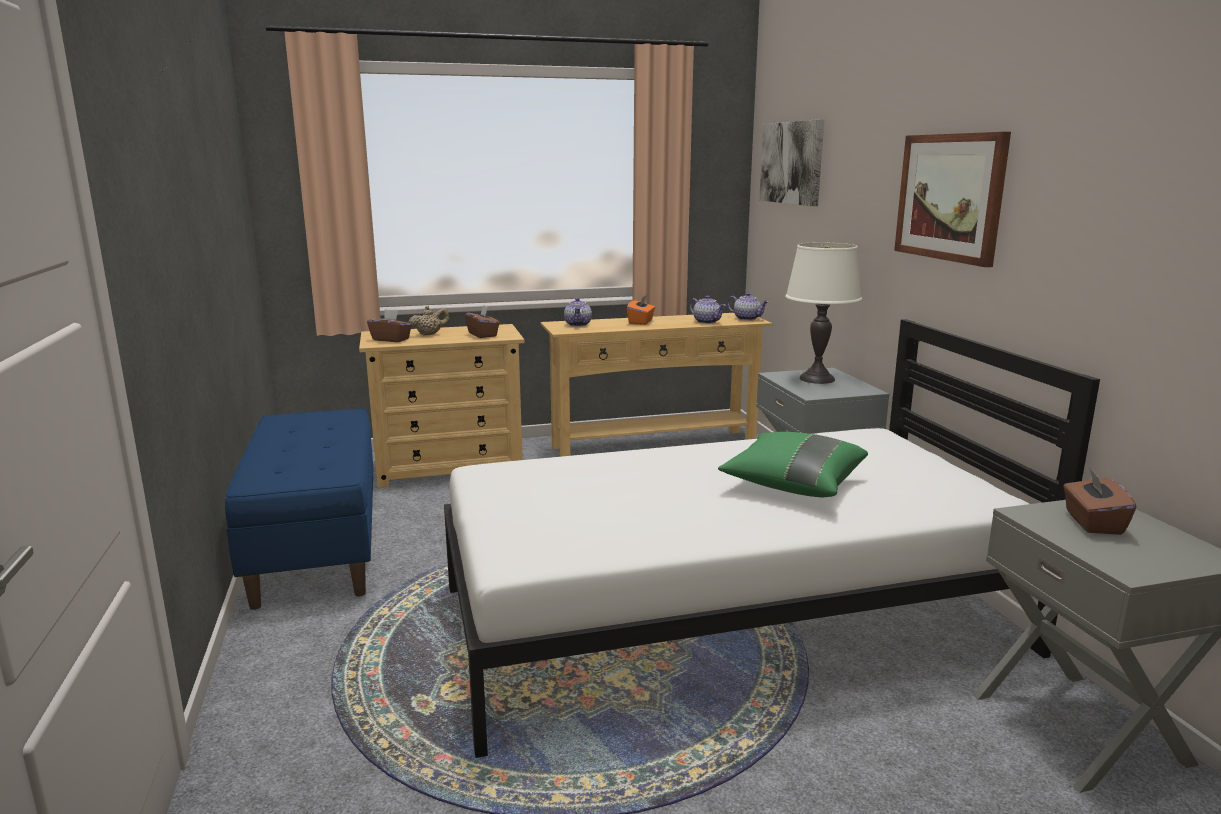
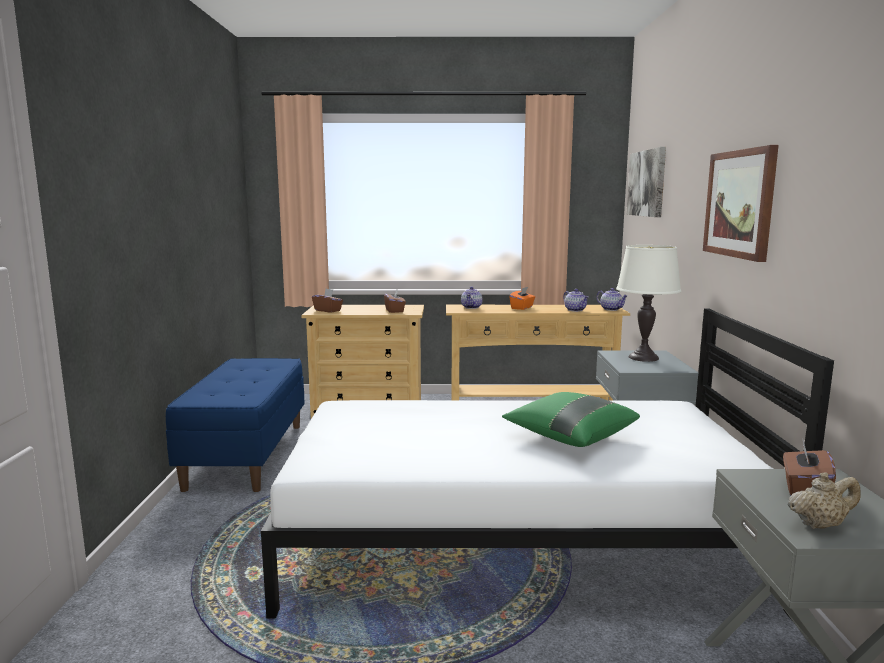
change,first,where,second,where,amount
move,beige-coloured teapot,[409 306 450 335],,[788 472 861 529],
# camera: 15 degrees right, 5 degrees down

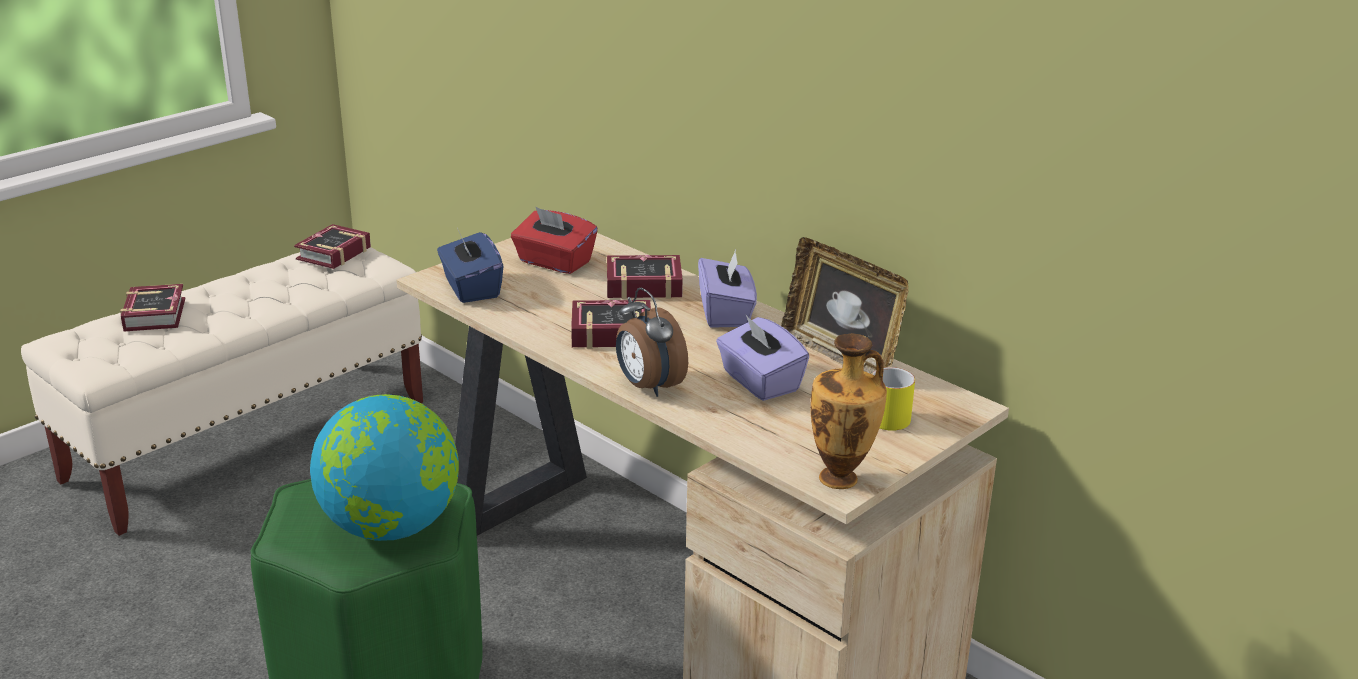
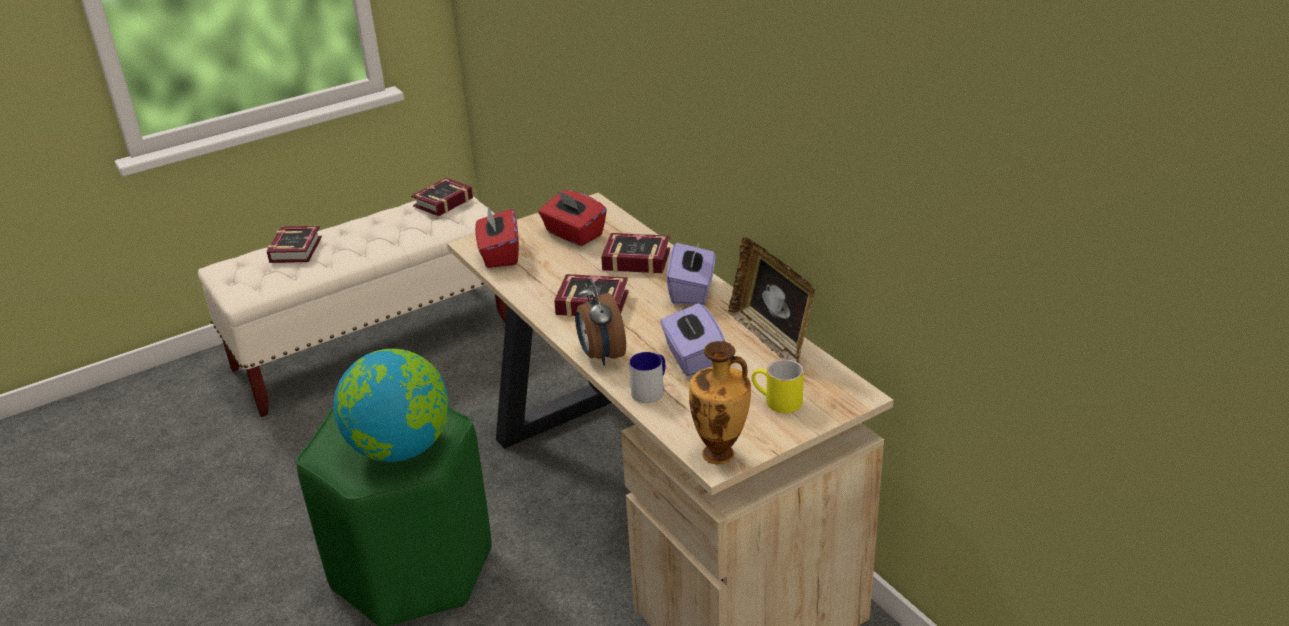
change,first,where,second,where,amount
recolor,blue tissue box,[437 228 503 303],red-coloured tissue box,[475 207 519 268],
insert,,,coffee mug,[629 352 665 403],
# camera: 15 degrees right, 5 degrees up

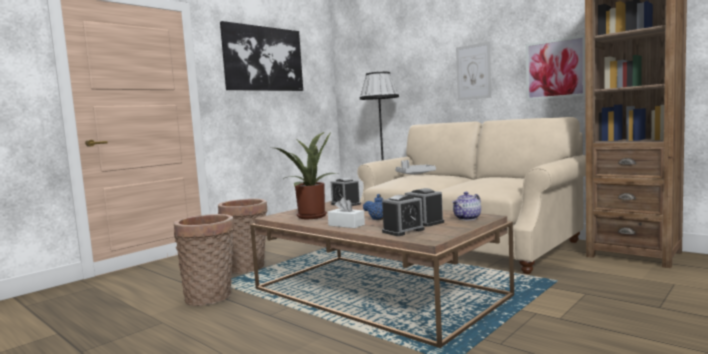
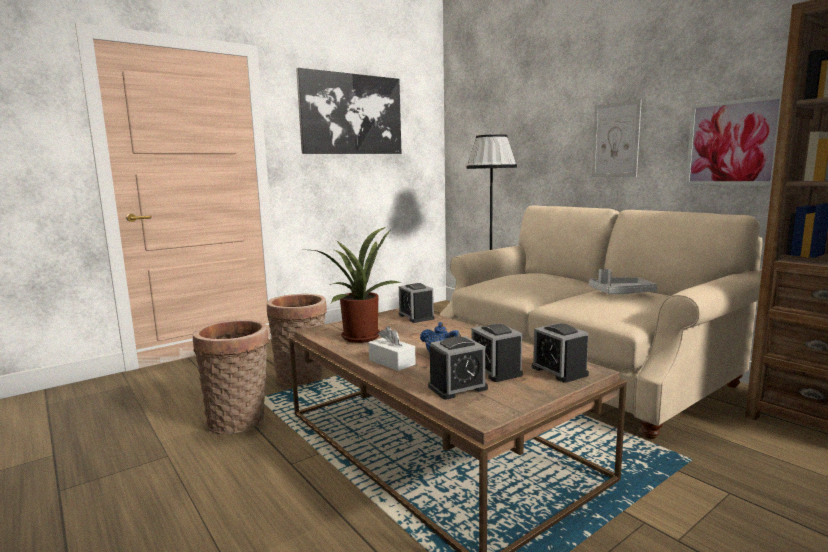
change,first,where,second,where,amount
move,gray tray,[395 160 436 174],,[589 269 657 294],
replace,teapot,[452 192 481 220],bedside clock,[532 323 589 383],
# camera: 10 degrees right, 5 degrees up

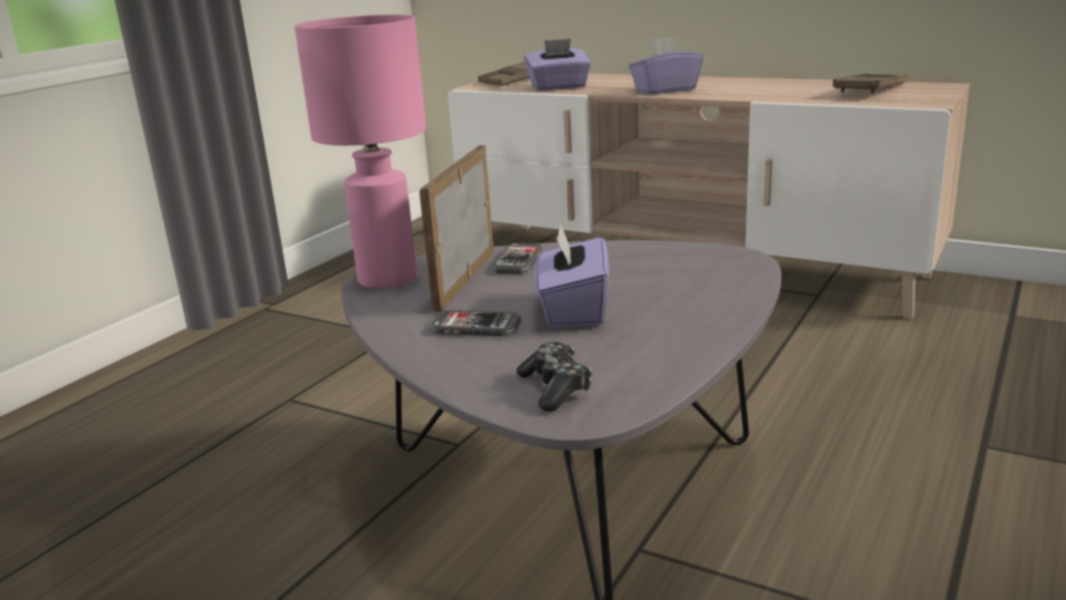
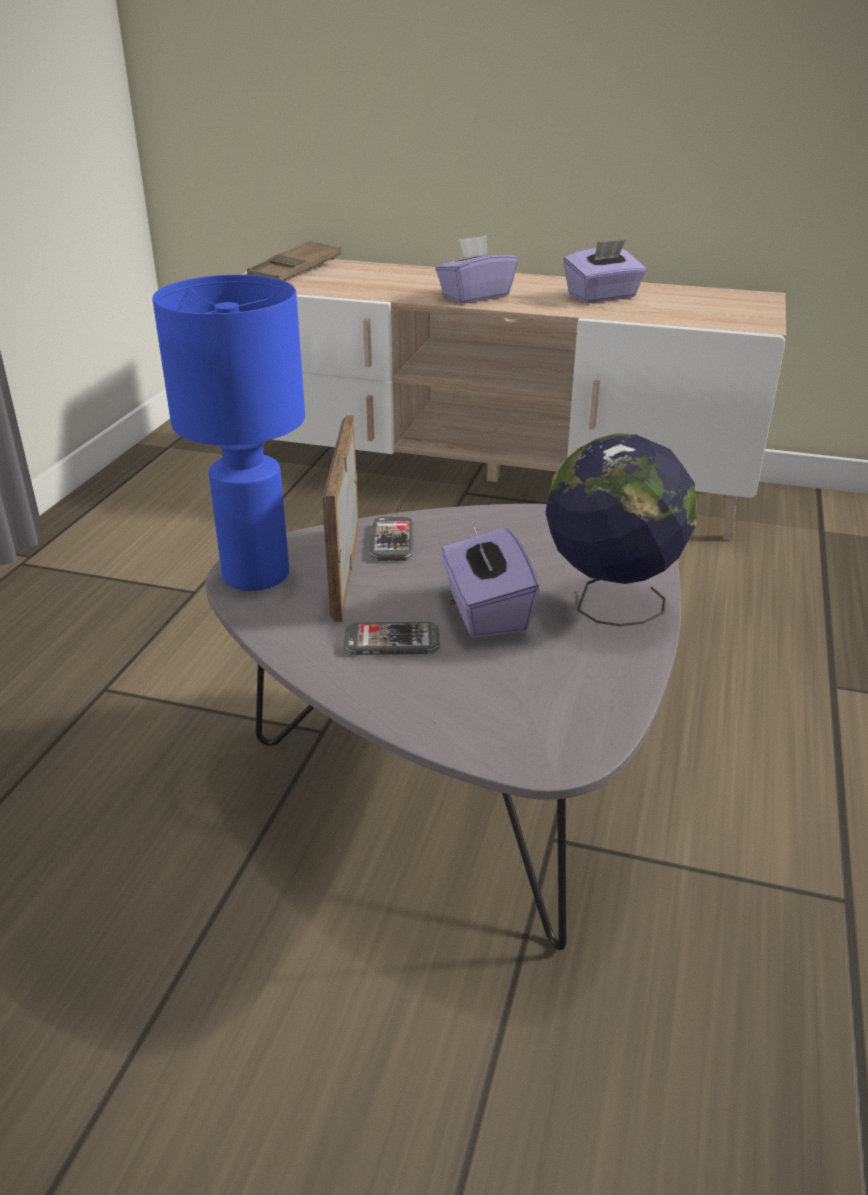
change,first,where,second,where,amount
recolor,pinkish lamp for a table,[294 15 426 289],blue lamp for a table,[152 275 305 591],
move,purple-coloured tissue box,[524 39 591 91],,[564 240 646 303],
delete,brownish tray,[833 73 907 94],,,
delete,joypad,[517 342 592 412],,,
insert,,,desk globe,[546 433 697 626],
# camera: 15 degrees left, 10 degrees up

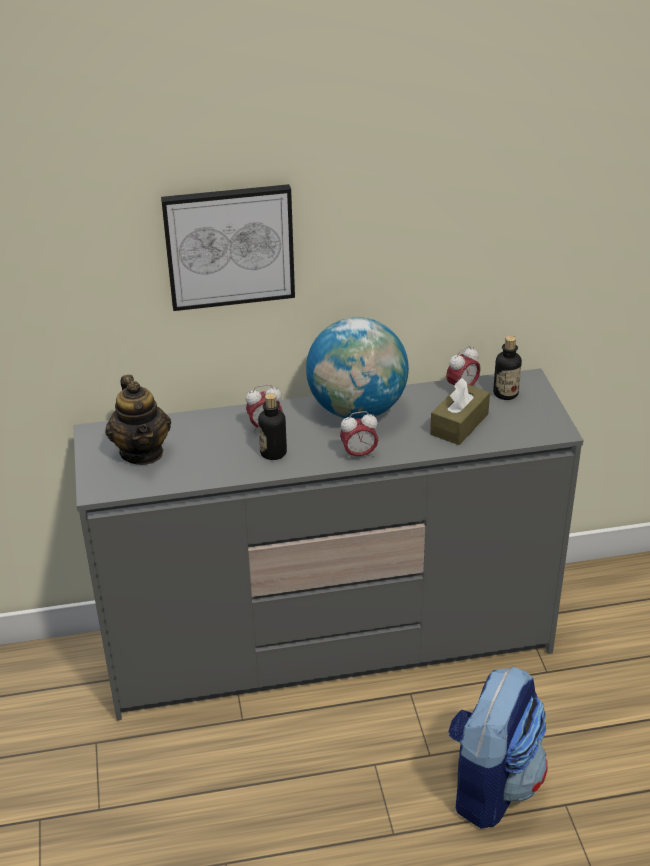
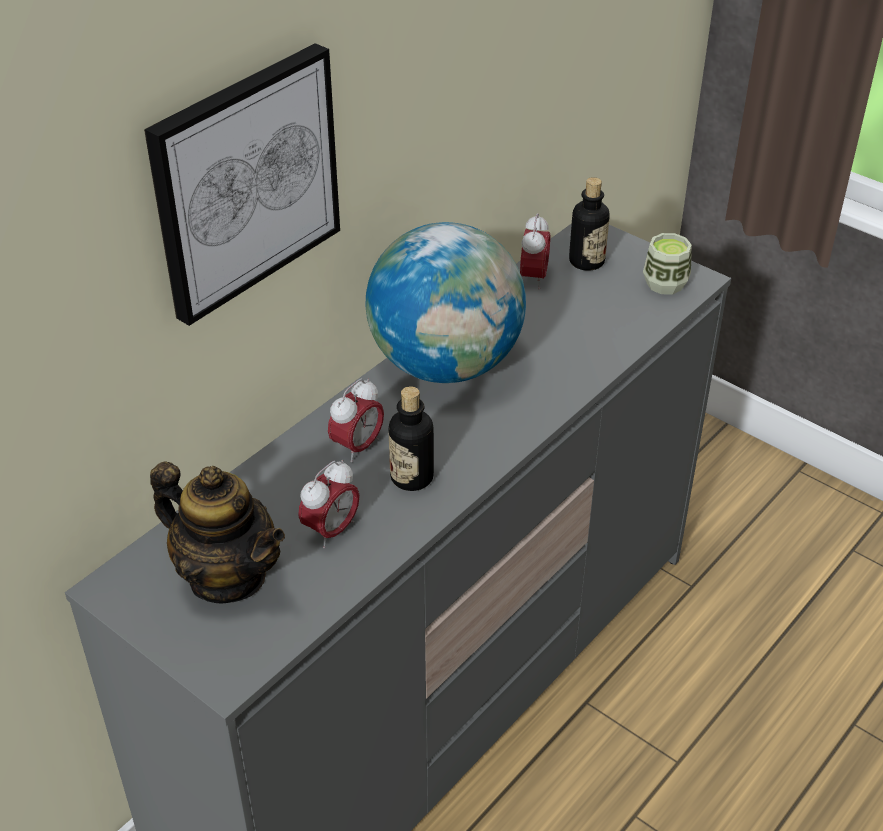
change,first,where,second,where,amount
delete,brownish tissue box,[430 378 490 445],,,
move,bedside clock,[340 411 378 460],,[298 460 360 548],
delete,rucksack,[448 666 548 829],,,
insert,,,small cup,[643 233 692 295],
# camera: 40 degrees left, 5 degrees up

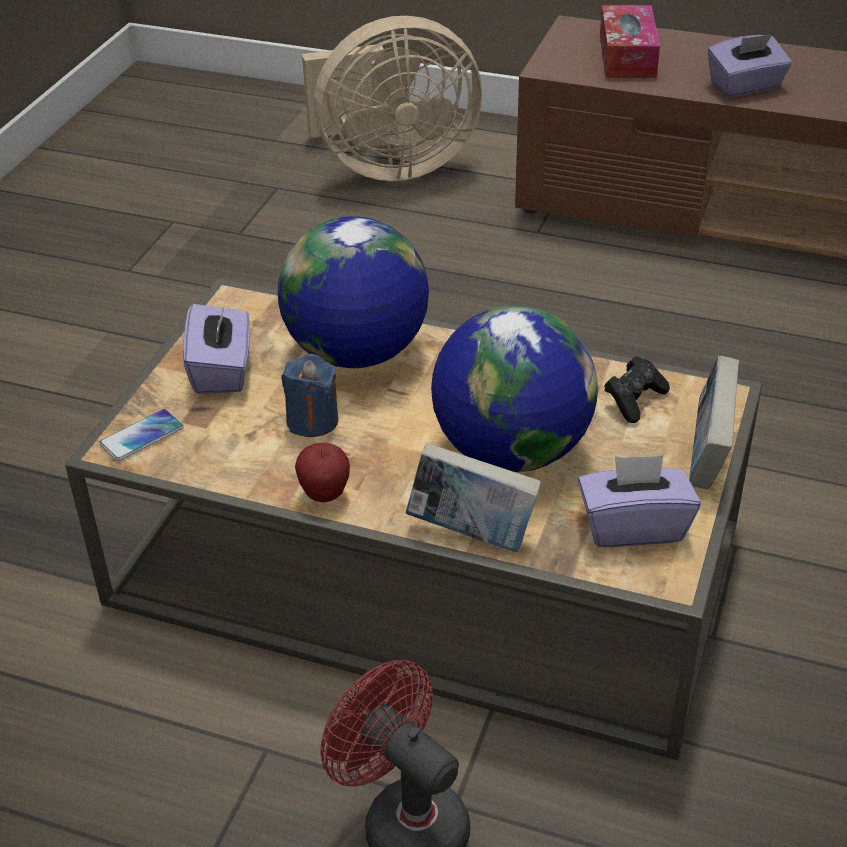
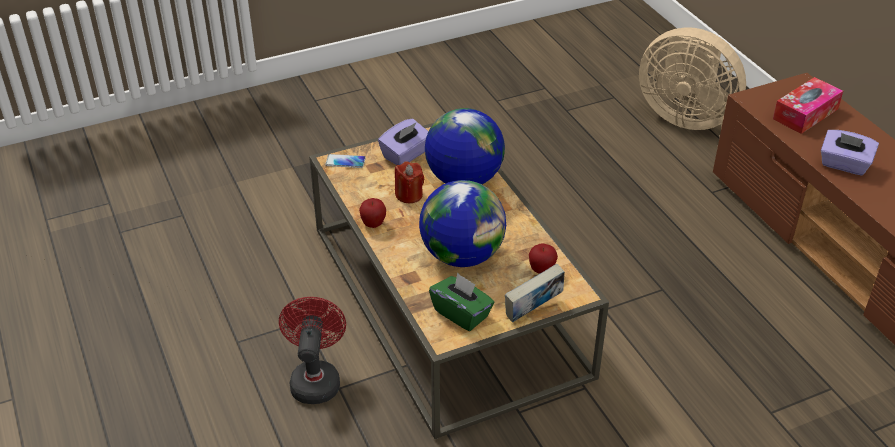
change,first,where,second,where,amount
recolor,blue wax candle,[281 354 338 437],red-coloured wax candle,[395 161 424 203],
replace,blackish joypad,[604 356 670 423],apple,[529 244 558 274],
delete,book,[406 443 541 553],,,
recolor,purple-coloured tissue box,[578 455 701 547],green-coloured tissue box,[429 272 494 331],
# camera: 45 degrees right, 0 degrees up

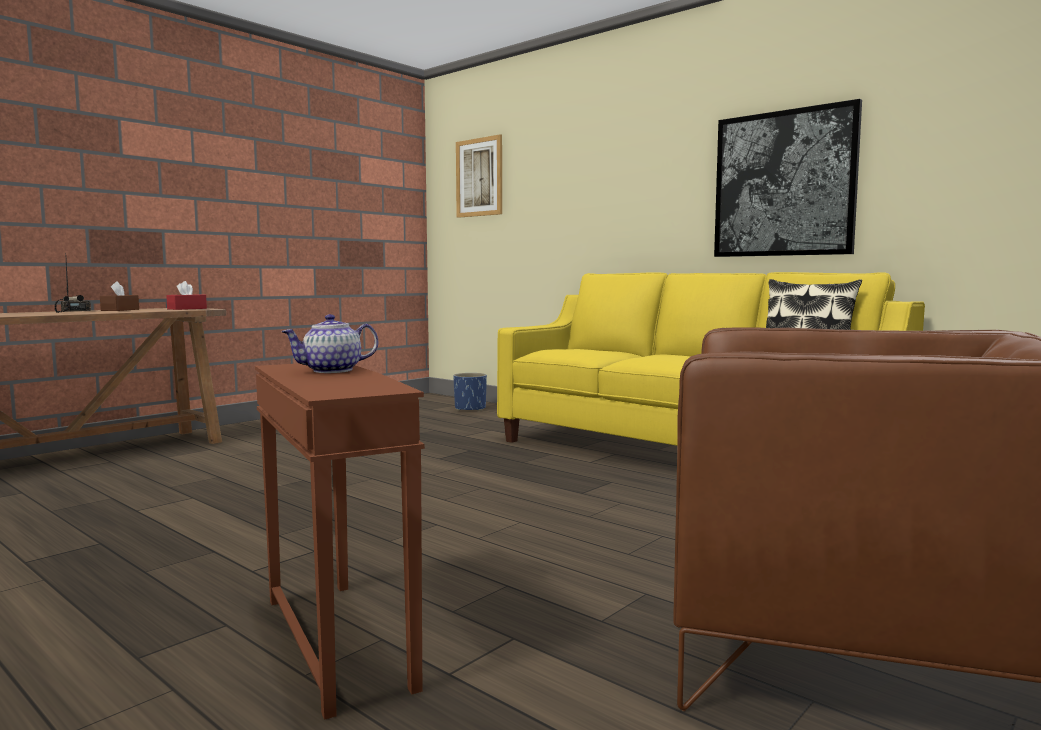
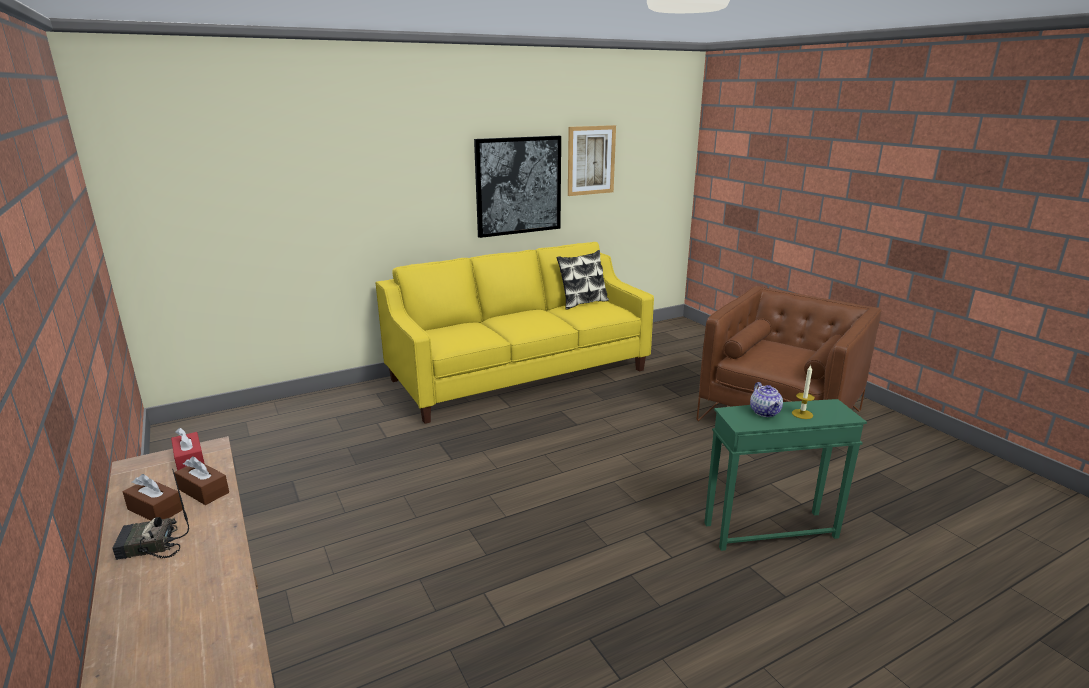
change,first,where,second,where,amount
move,wall picture,[456 134 502 218],,[568 125 616 196],
recolor,brownish accent table,[255 363 425 720],green-coloured accent table,[705 399 867 551],
delete,blue flower pot,[453 373 487 411],,,
insert,,,wax candle,[792 365 815 419],
insert,,,brownish tissue box,[174 456 229 505],
# camera: 70 degrees left, 15 degrees up

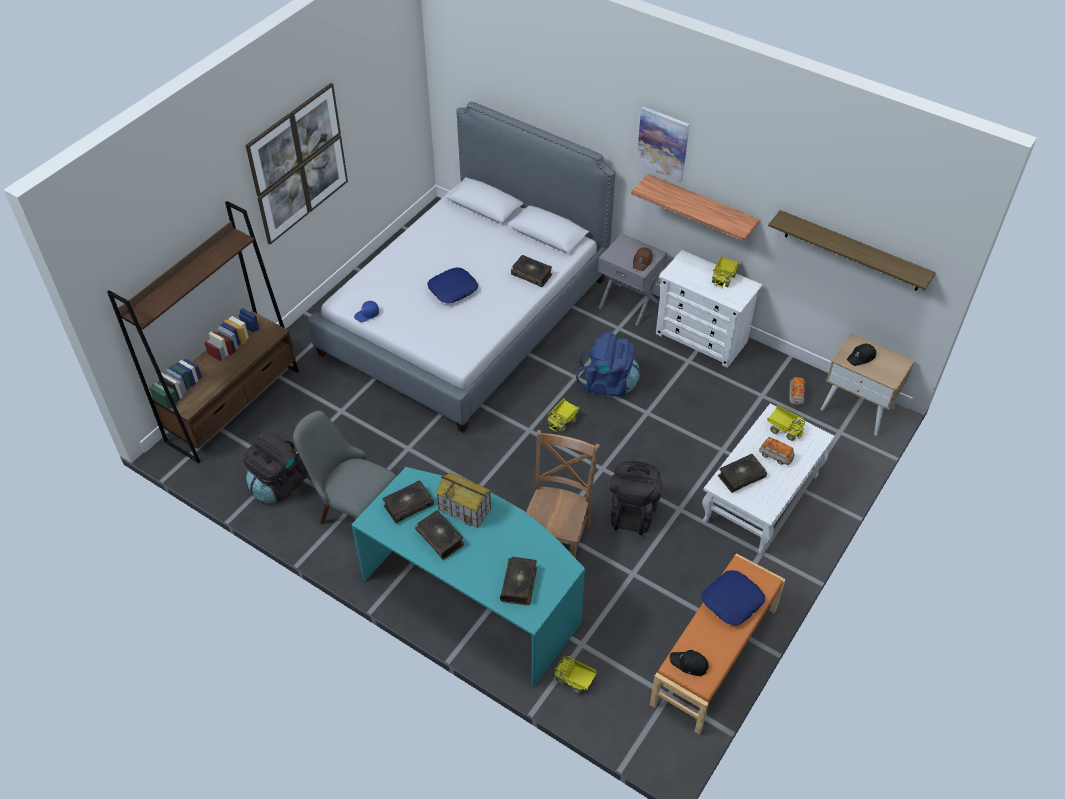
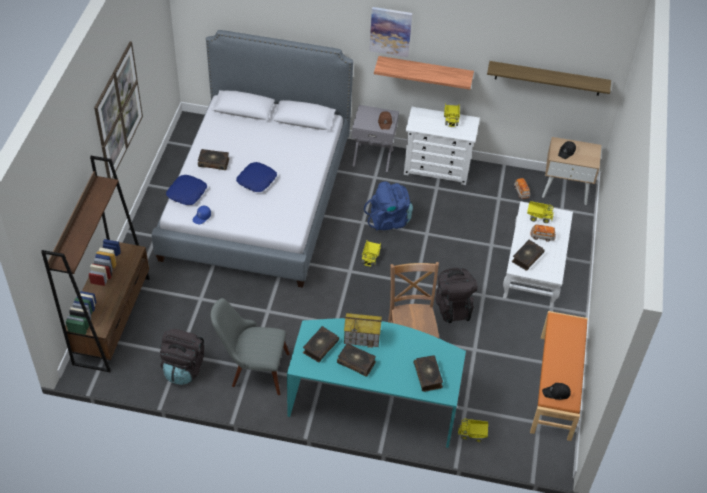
change,first,where,second,where,amount
move,book,[511 255 552 287],,[198 149 229 170],
move,blue pillow,[701 570 765 626],,[166 175 207 205],
# camera: 25 degrees left, 0 degrees up

